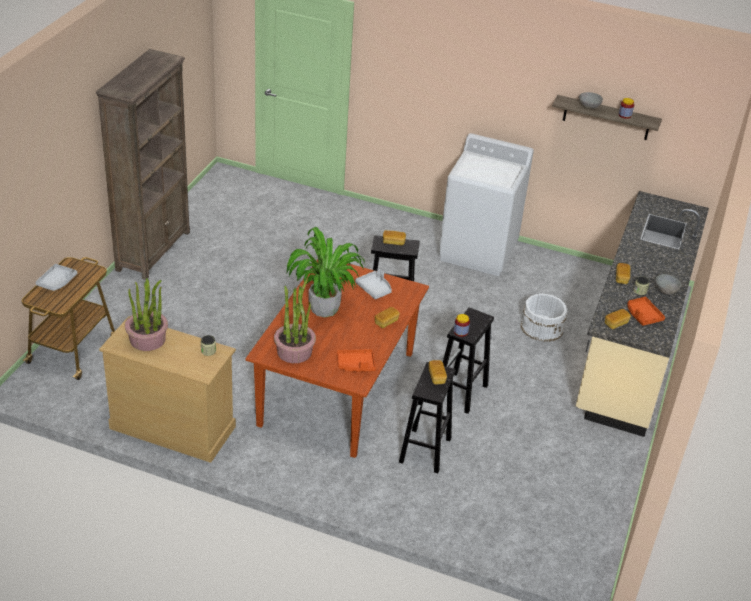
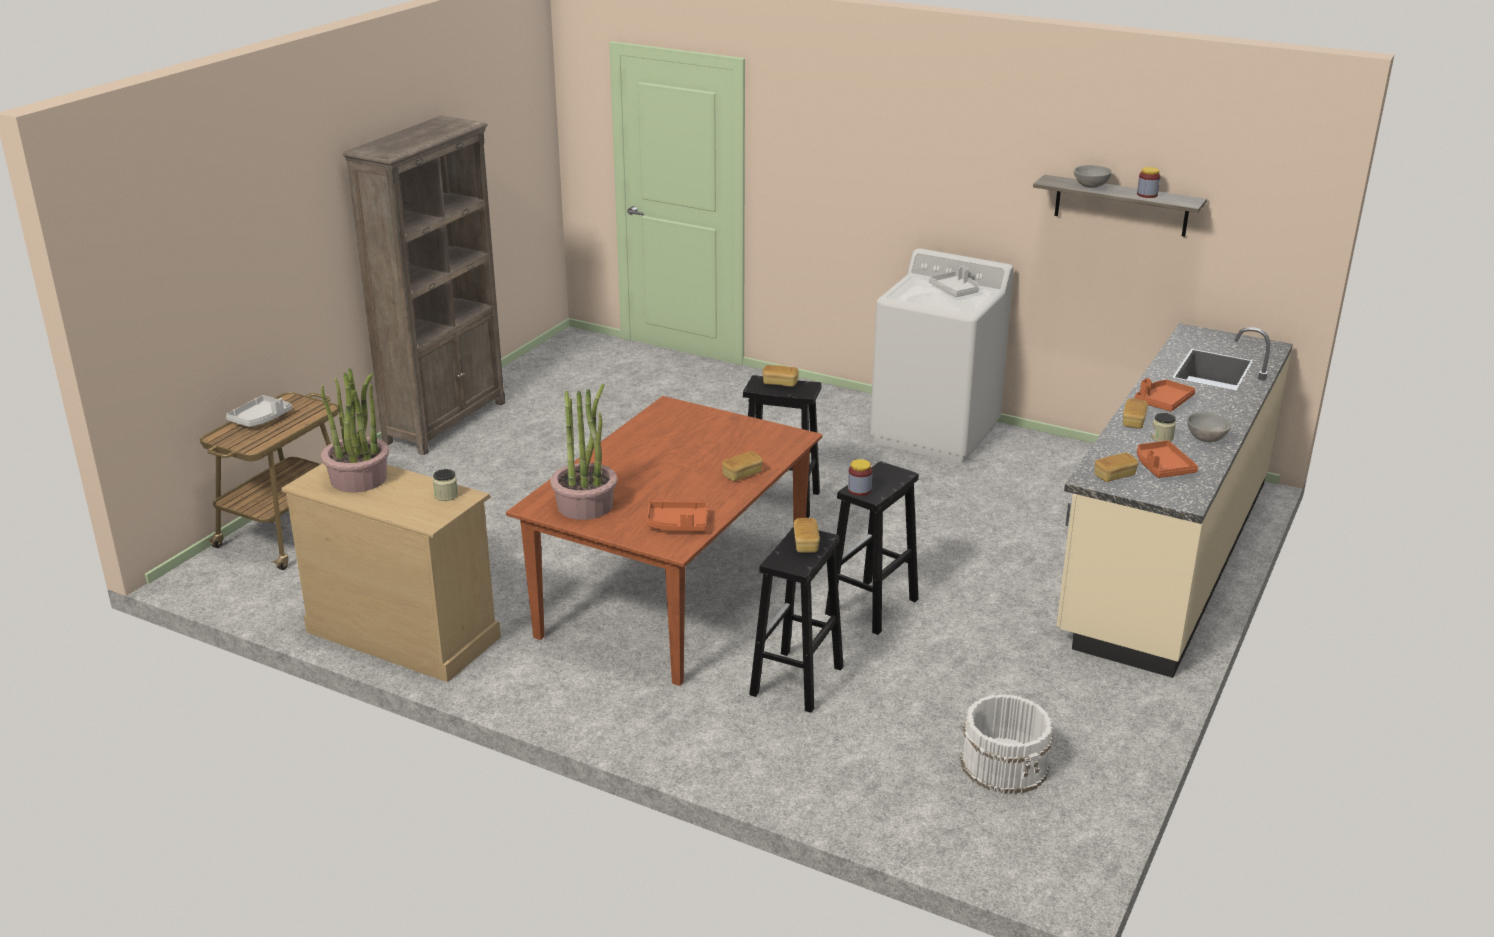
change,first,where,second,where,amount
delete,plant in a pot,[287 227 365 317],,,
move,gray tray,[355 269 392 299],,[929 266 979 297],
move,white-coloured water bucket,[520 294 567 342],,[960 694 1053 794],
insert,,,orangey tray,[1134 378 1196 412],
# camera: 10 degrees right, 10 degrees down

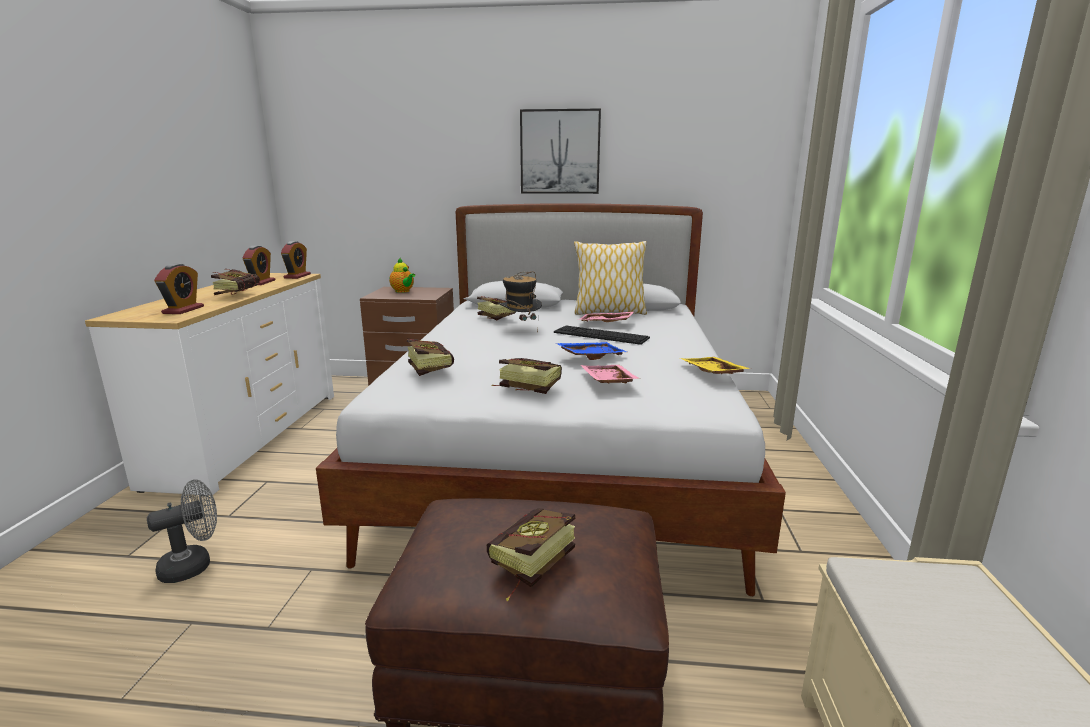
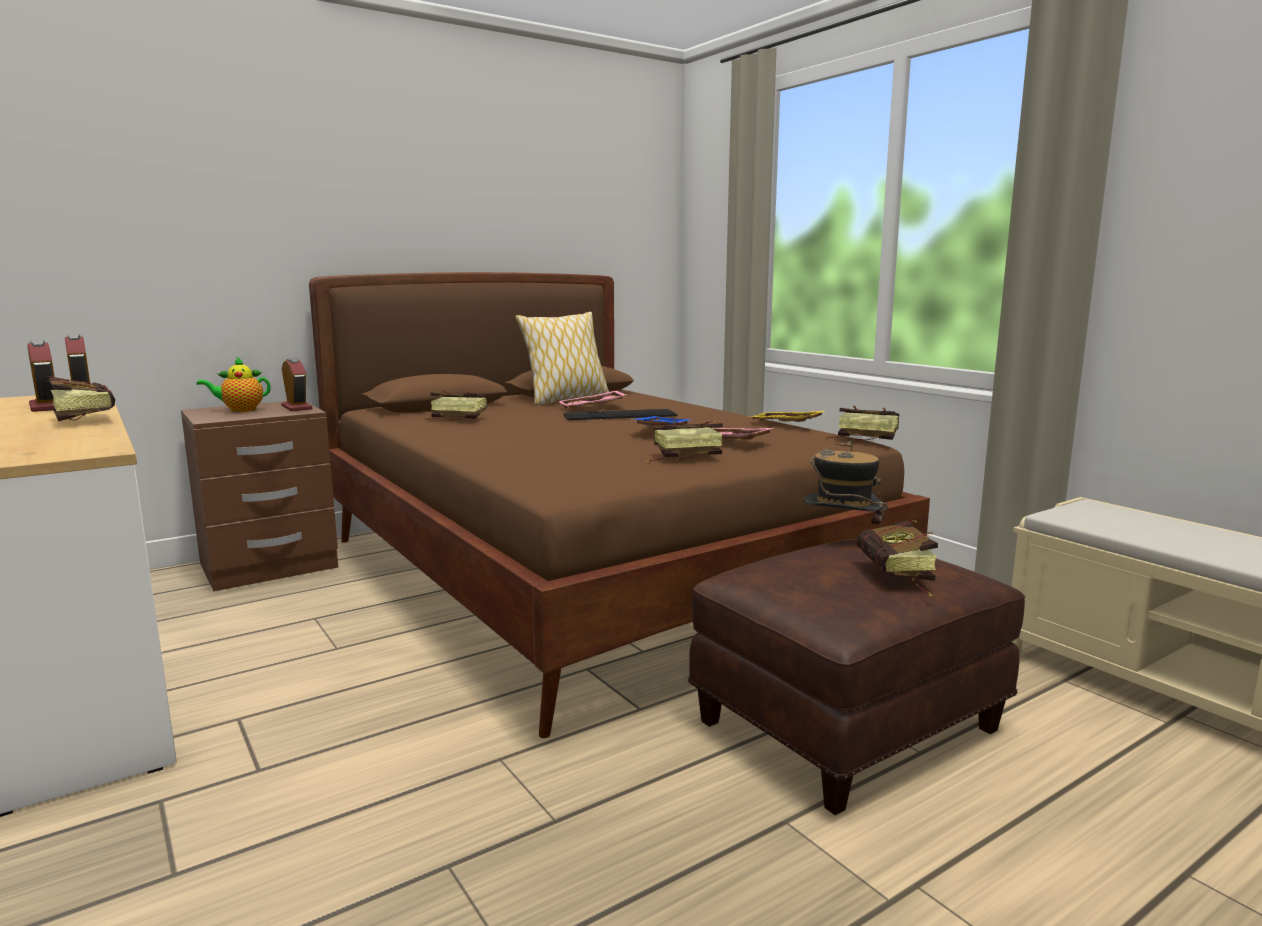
change,first,where,second,where,amount
delete,wall picture,[520 108 601 194],,,
recolor,white-coloured sleeping bed,[316 203 786 596],brownish sleeping bed,[309 272 930 738],
rotate,teapot,[389 258 415 293],,[197 356 271 412],150 degrees clockwise
move,bedside clock,[154 264 204 314],,[281 358 312 411],
move,wearable hat,[498 271 542 333],,[803 441 888 524],
move,book,[407 339 454 376],,[825 406 900 440],
delete,gray cooling fan,[147 479 217 583],,,
# camera: 40 degrees left, 5 degrees down

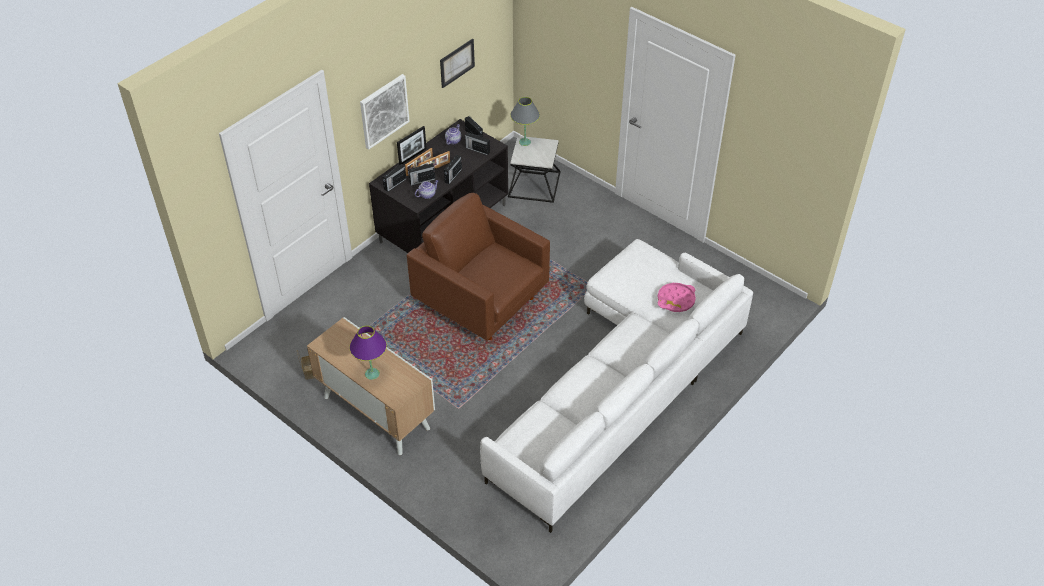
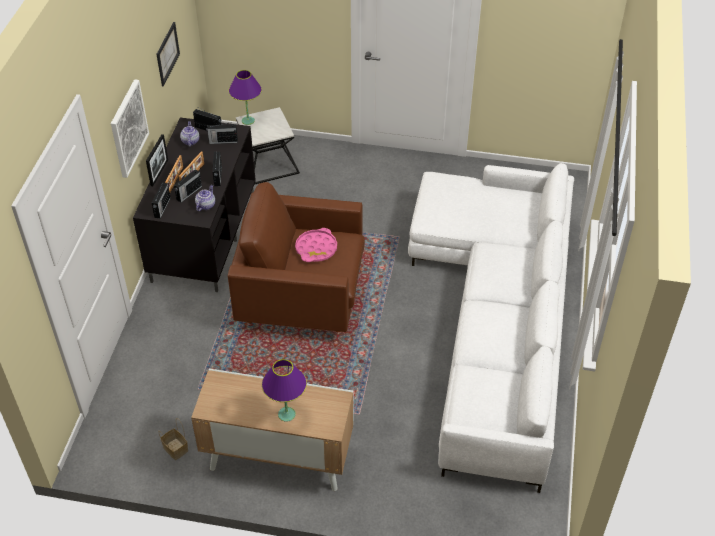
change,first,where,second,where,amount
recolor,gray lamp for a table,[510 97 540 146],purple-coloured lamp for a table,[229 70 262 125],
move,pinkish tray,[657 283 696 312],,[295 228 337 262],
# camera: 30 degrees left, 0 degrees up

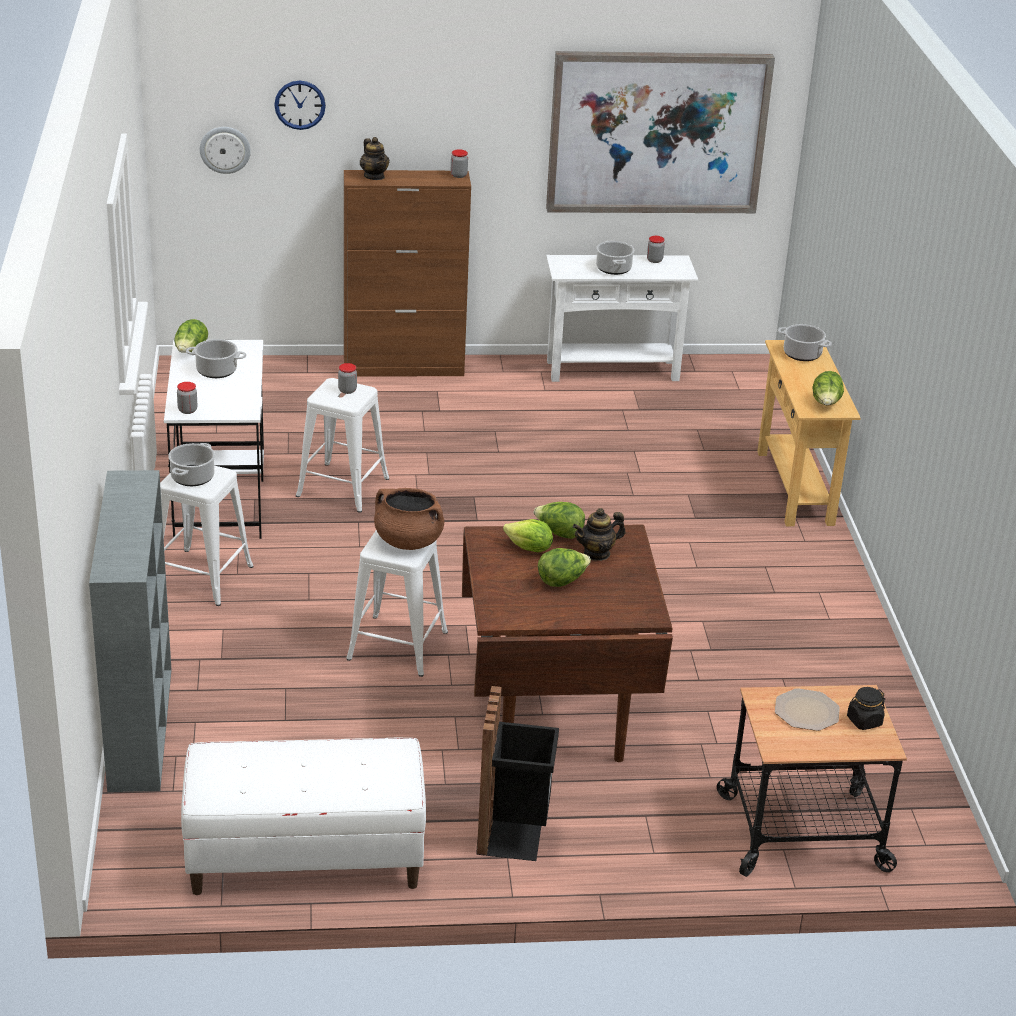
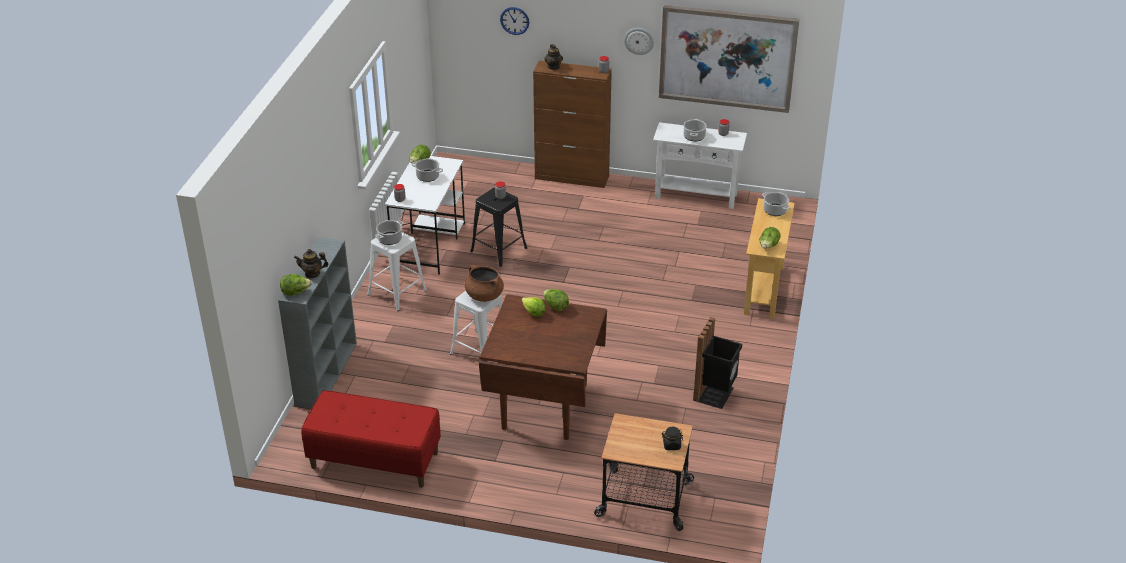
change,first,where,second,where,amount
move,clock on the wall,[200 127 251 174],,[624 28 654 55],
recolor,white-coloured stool,[296 378 389 513],blackish stool,[470 188 528 267],
move,teapot,[573 508 626 561],,[294 249 329 278],
move,lettuce head,[538 548 591 587],,[280 274 312 296],
move,blackish trash can,[476 686 559 861],,[693 317 743 409],
delete,plate,[775 688 840 731],,,
recolor,white-coloured indoor bench,[181 738 426 895],red-coloured indoor bench,[301 390 441 488],
# camera: 20 degrees right, 5 degrees up

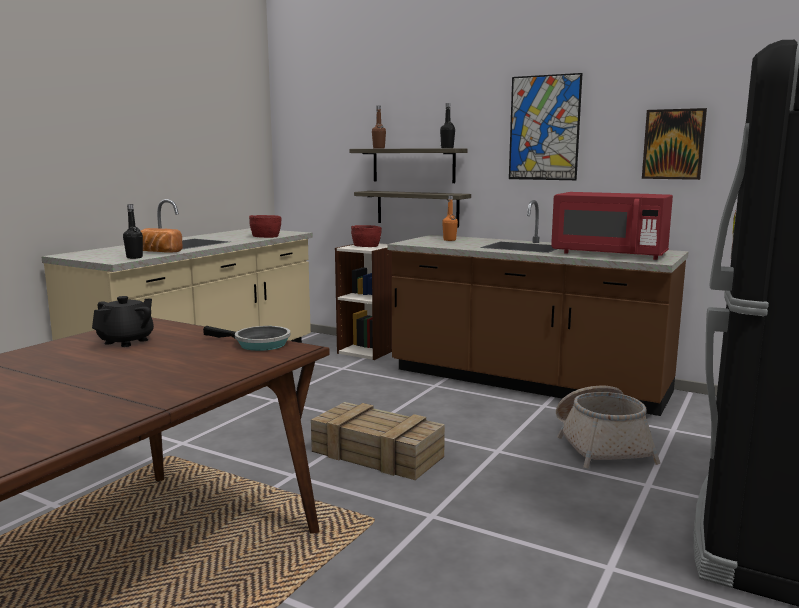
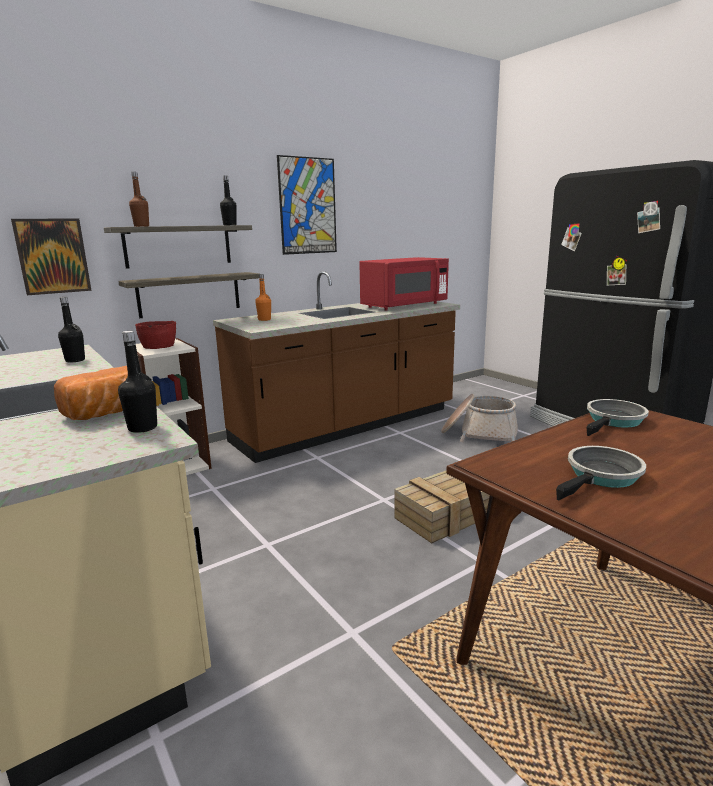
change,first,where,second,where,amount
move,wall picture,[642 108 707 180],,[11 218 92 295],
replace,red-coloured deep dish,[249 215 281 238],blackish bottle,[58 297 85 362],
replace,blackish teapot,[92 296 154 347],frying pan,[556 446 646 501],
# camera: 65 degrees left, 5 degrees up

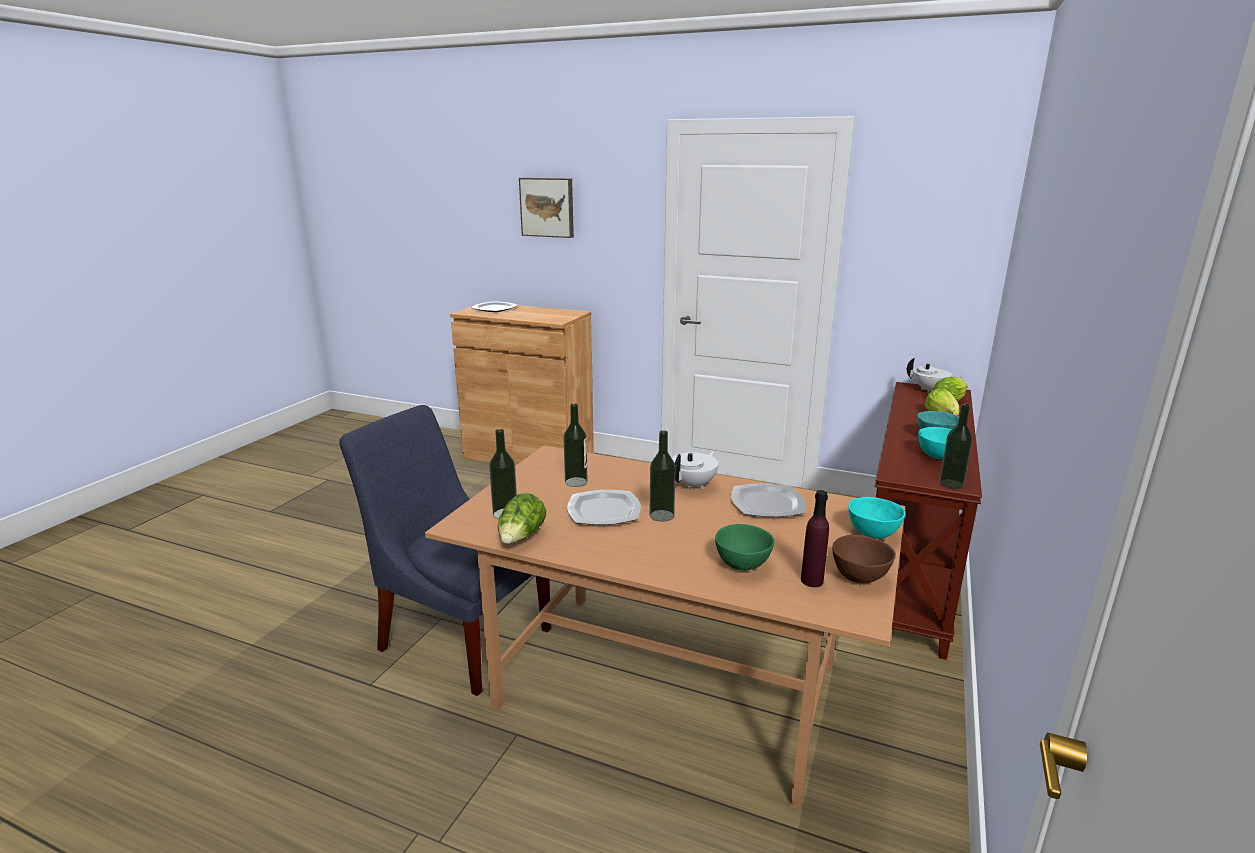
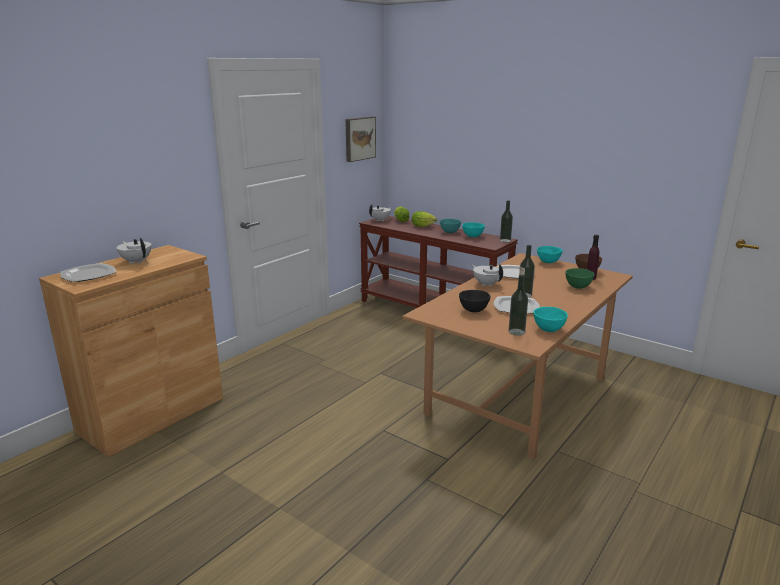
change,first,where,second,where,amount
move,wall picture,[519 178 574 238],,[345 117 376 162],
replace,bottle,[563 403 588 487],blackish deep dish,[459 290 491 312],
delete,blue chair,[339 405 551 696],,,
replace,lettuce head,[498 493 546 544],turquoise deep dish,[534 307 568 332],
insert,,,white-coloured teapot,[117 238 151 264],
# camera: 75 degrees left, 0 degrees up

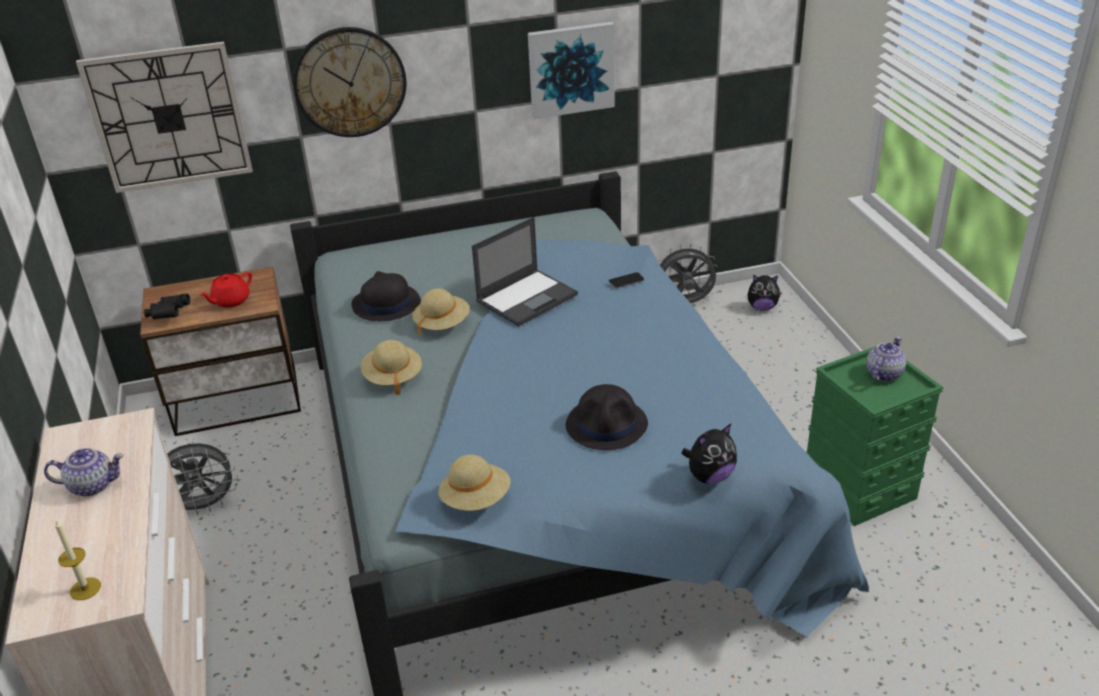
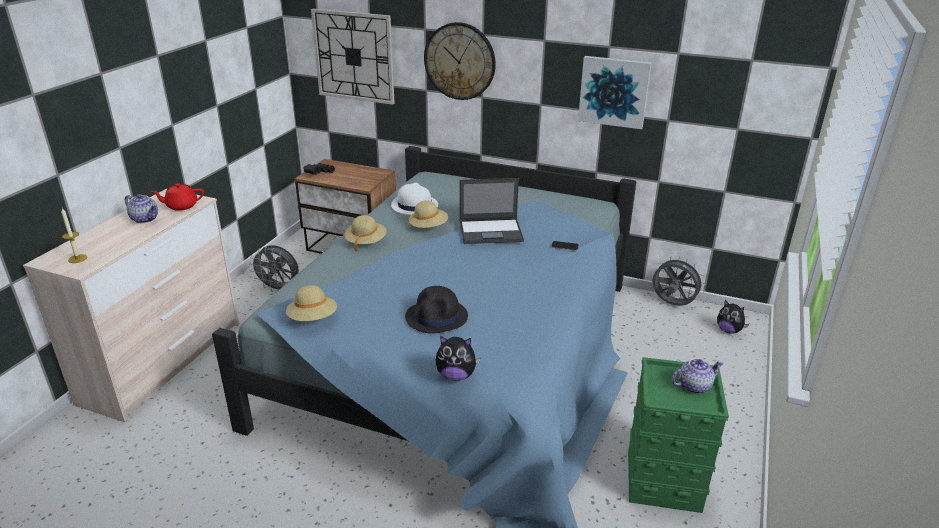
change,first,where,second,where,amount
recolor,blackish wearable hat,[351 271 421 321],white-coloured wearable hat,[391 182 438 215],
move,red-coloured teapot,[199 272 252 308],,[150 183 204 211],
# camera: 35 degrees right, 5 degrees down

